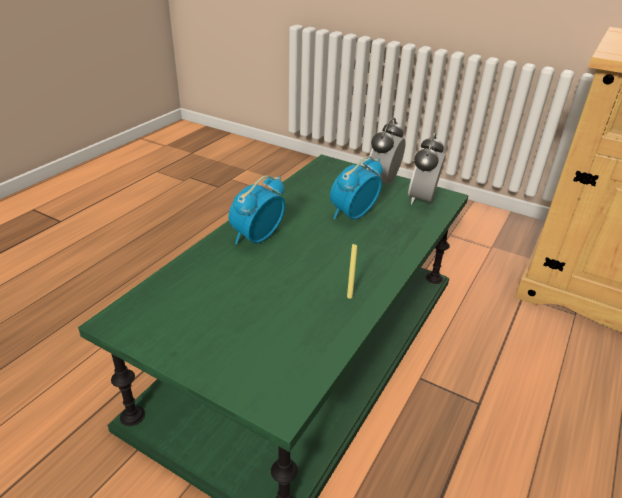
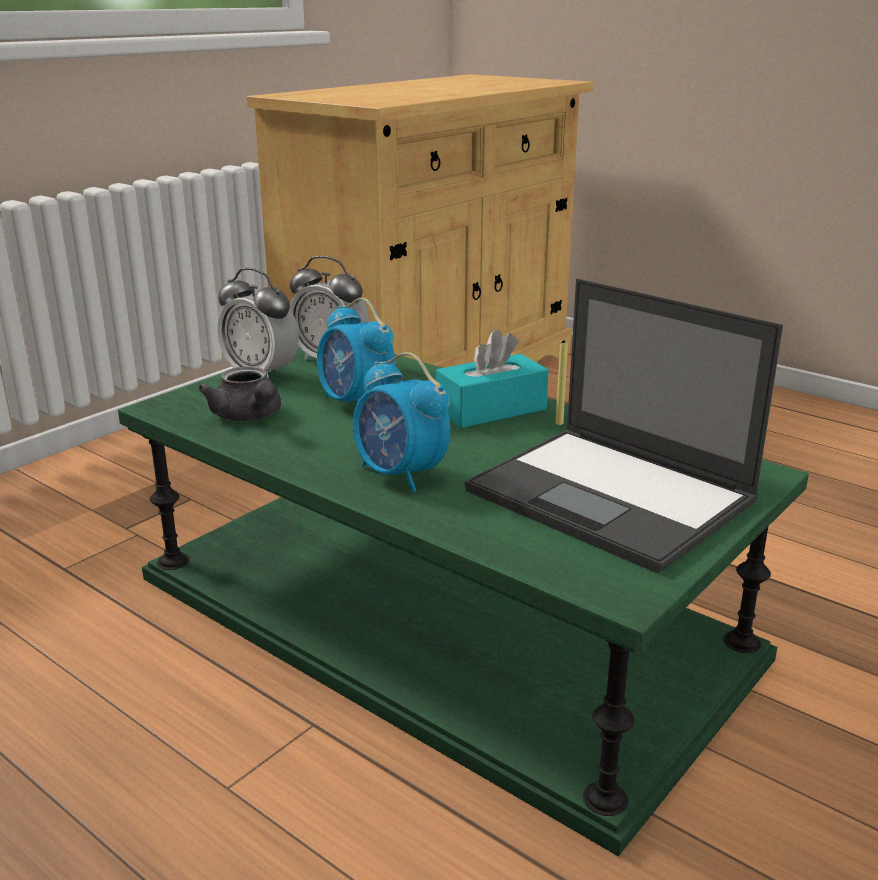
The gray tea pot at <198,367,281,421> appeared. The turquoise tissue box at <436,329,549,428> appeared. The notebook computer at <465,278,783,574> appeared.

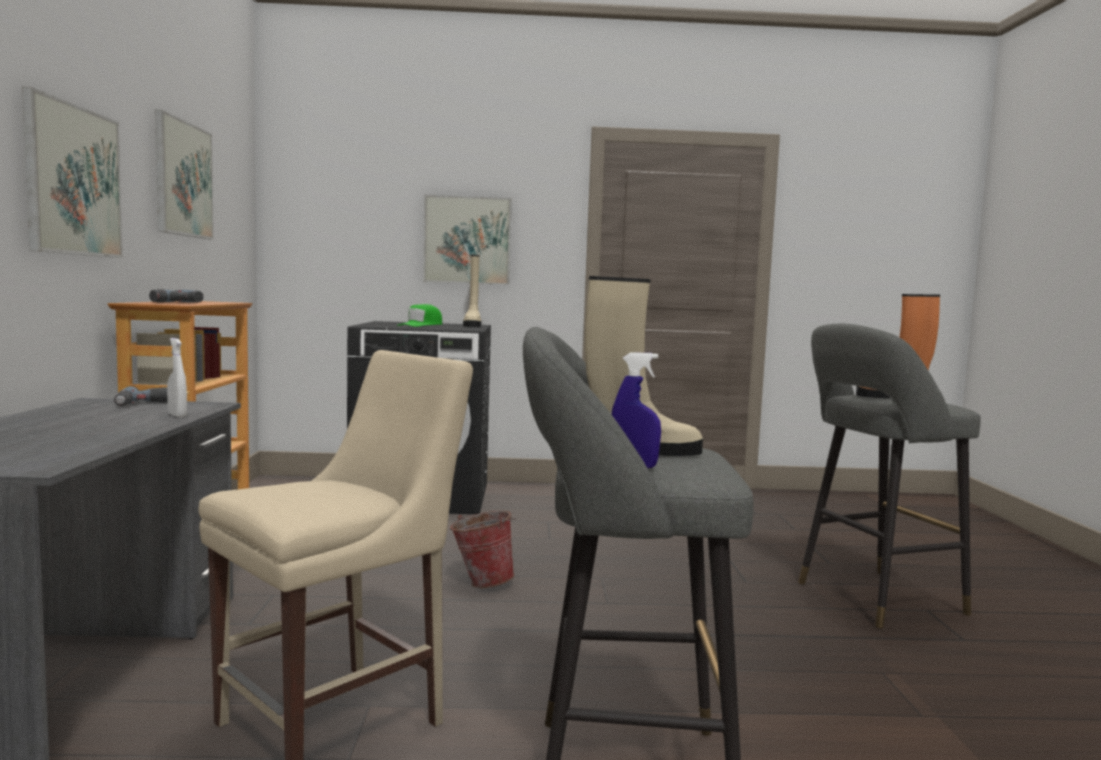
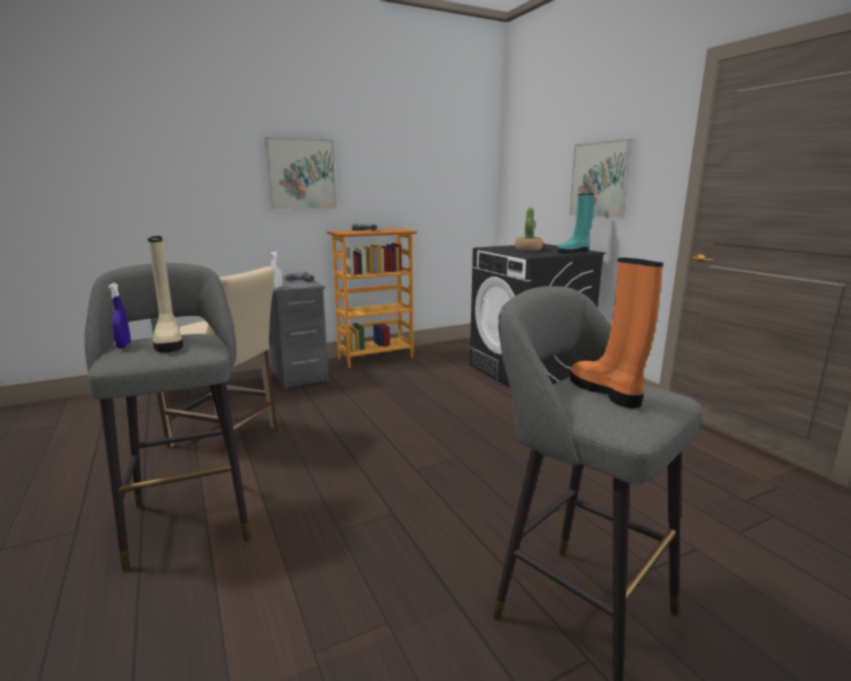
The wall picture at <155,109,214,240> disappeared. The bucket at <450,511,516,588> disappeared. The greenish peaked cap at <397,304,442,327> was replaced by the plant in a pot at <515,208,543,251>. The beige-coloured high-top boot at <463,255,481,327> became the turquoise high-top boot at <557,193,595,254>.

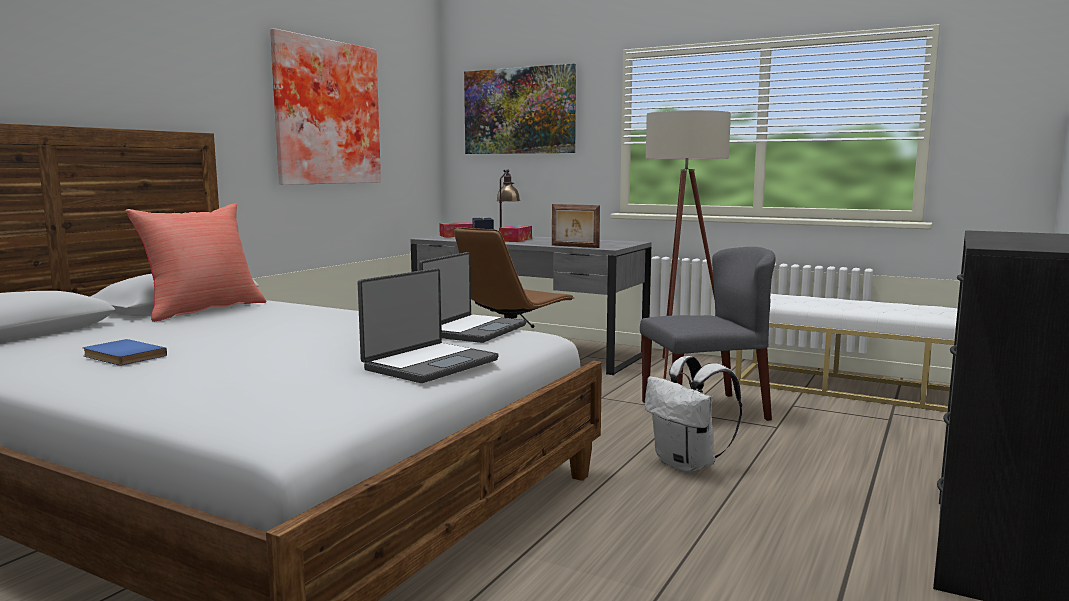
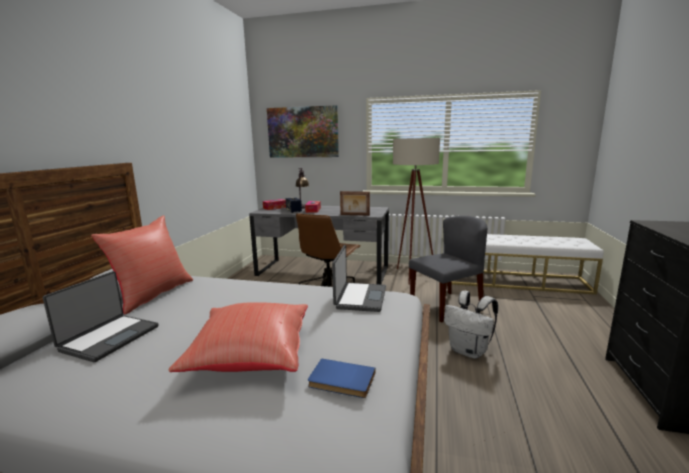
The wall picture at <270,28,381,185> disappeared. The reddish cushion at <169,302,308,372> appeared. The bluish bound book moved from <83,339,167,366> to <308,358,376,398>. The notebook computer moved from <358,268,499,383> to <43,271,159,362>.

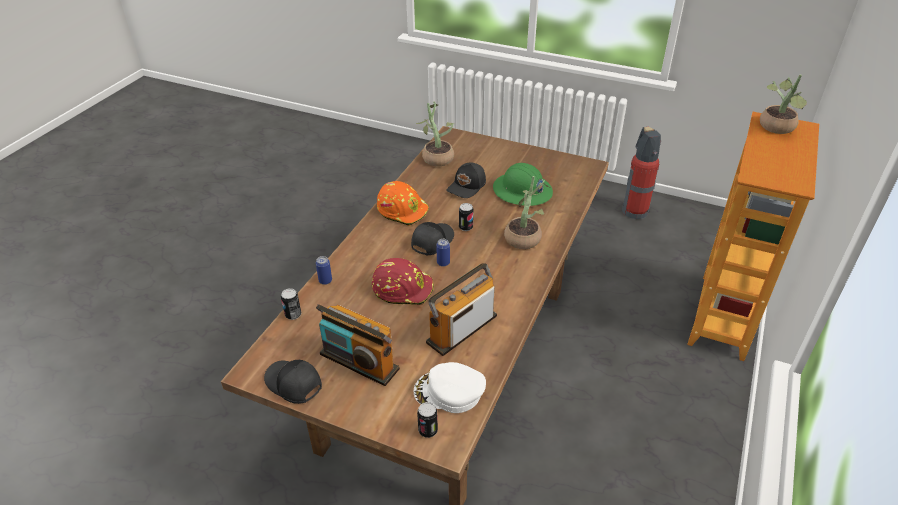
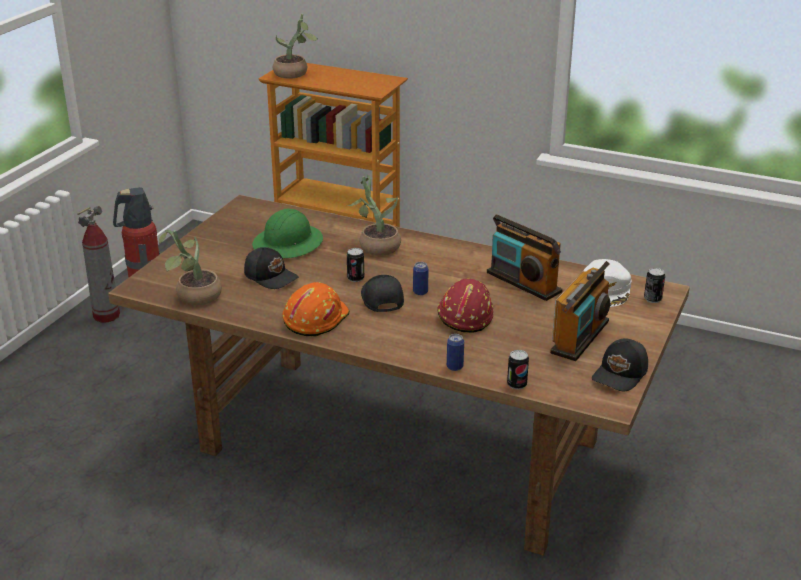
The extinguisher at <77,206,120,323> appeared. The blackish peaked cap at <411,222,454,255> turned 45 degrees clockwise.

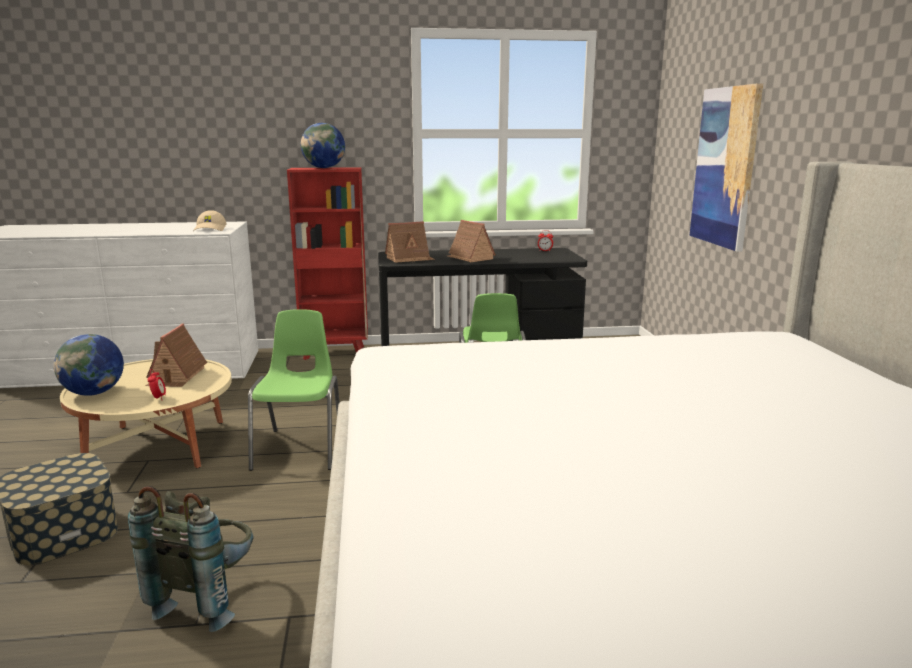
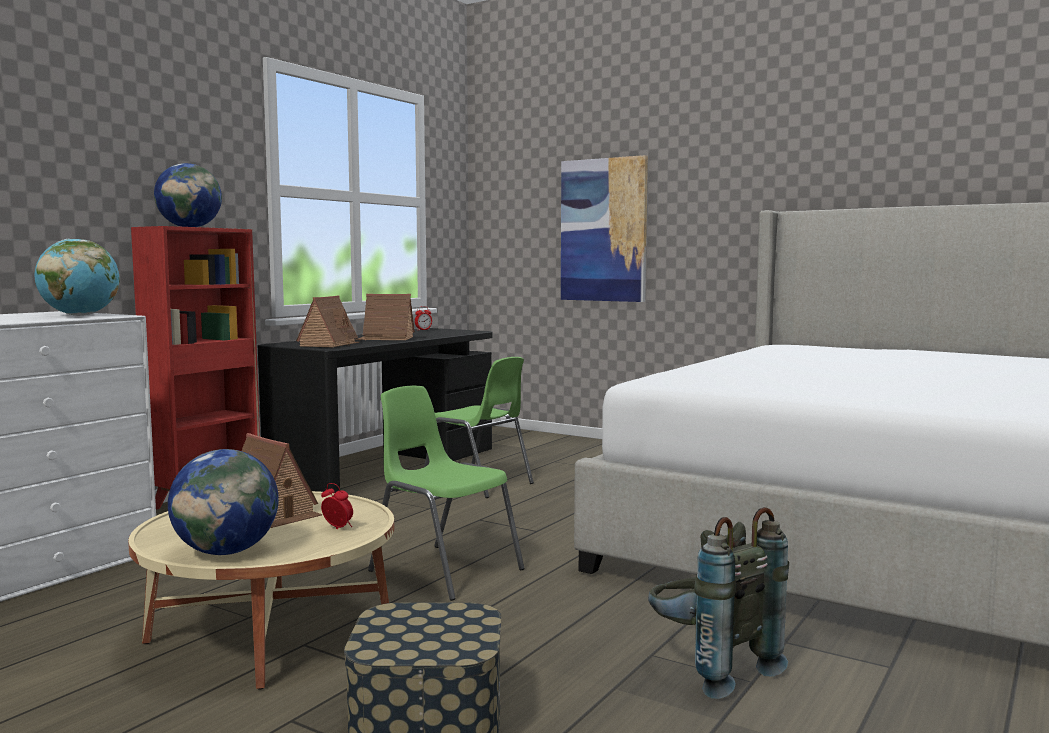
The beige-coloured peaked cap at <193,210,227,231> was replaced by the world globe at <35,239,120,316>.

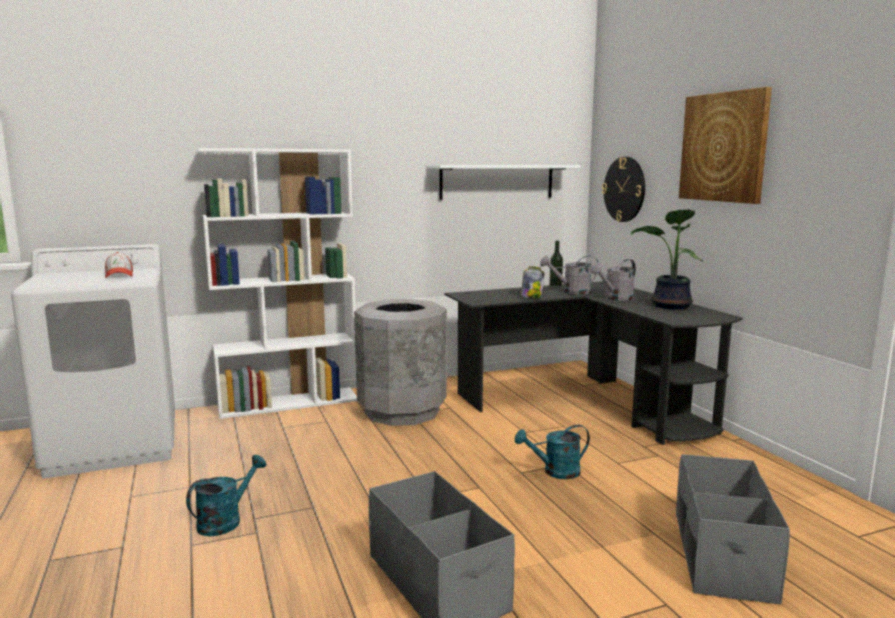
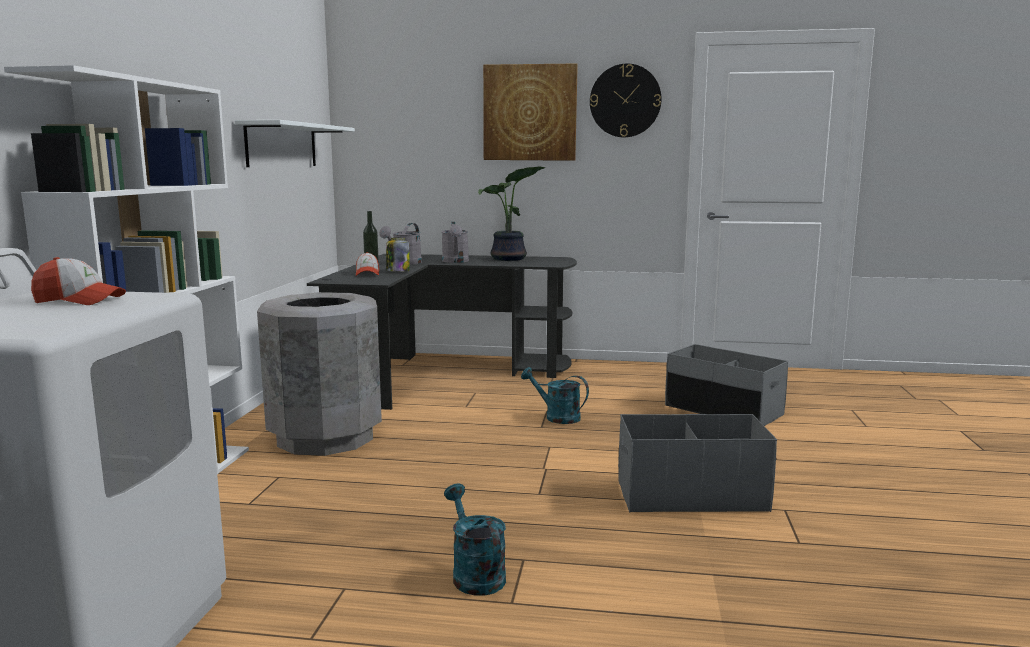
The peaked cap at <356,252,379,276> appeared. The clock on the wall moved from <602,157,645,222> to <590,63,661,137>. The turquoise watering pot at <515,425,590,479> turned 105 degrees clockwise.

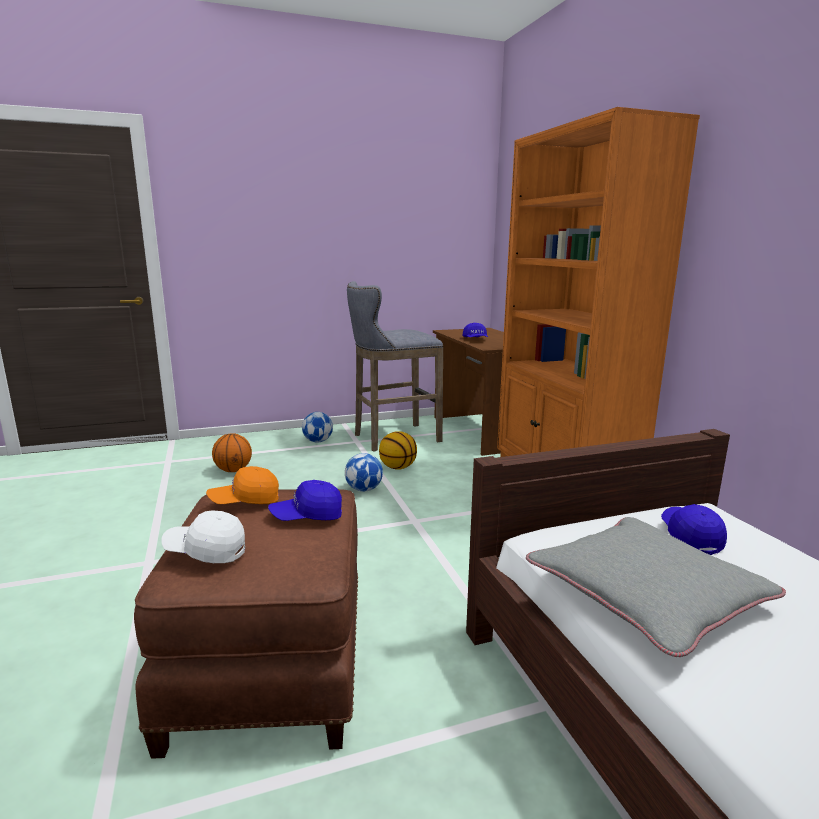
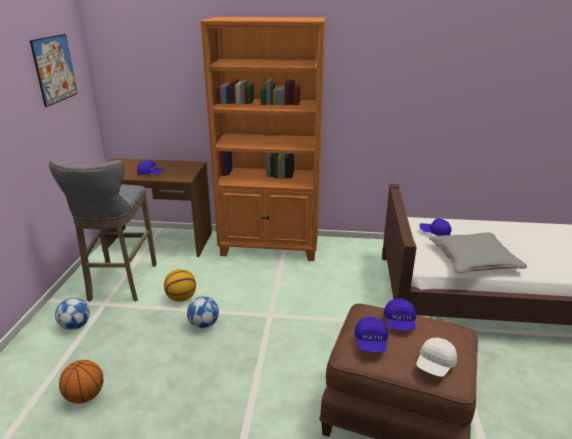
The wall picture at <30,34,77,107> appeared. The orangey peaked cap at <206,466,279,504> became the bluish peaked cap at <354,317,388,352>.

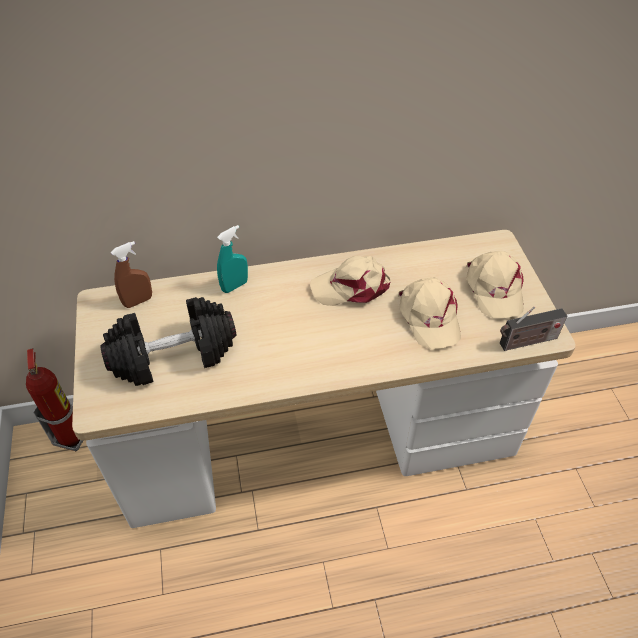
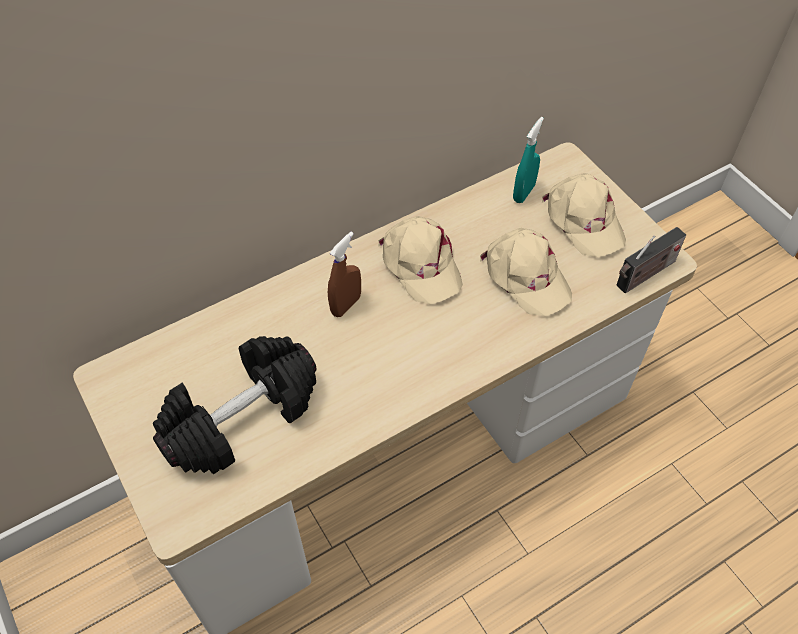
The extinguisher at <26,348,83,451> disappeared. The brownish sprayer moved from <111,241,152,308> to <328,232,361,317>. The turquoise sprayer moved from <217,225,248,293> to <513,117,544,203>. The beige-coloured peaked cap at <310,256,390,306> turned 90 degrees counterclockwise.

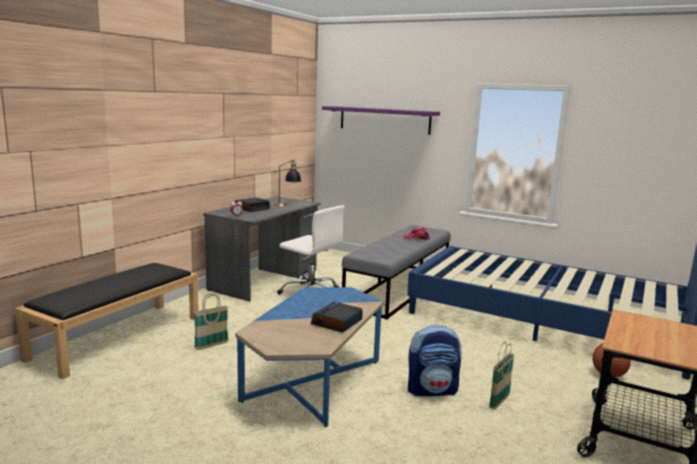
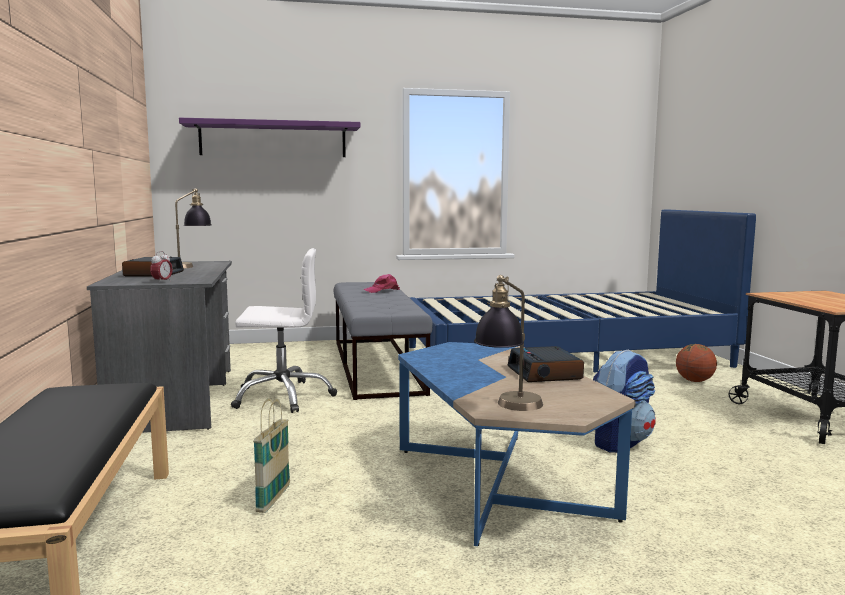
The storage basket at <489,342,514,410> disappeared. The tabletop lamp at <474,275,543,411> appeared.

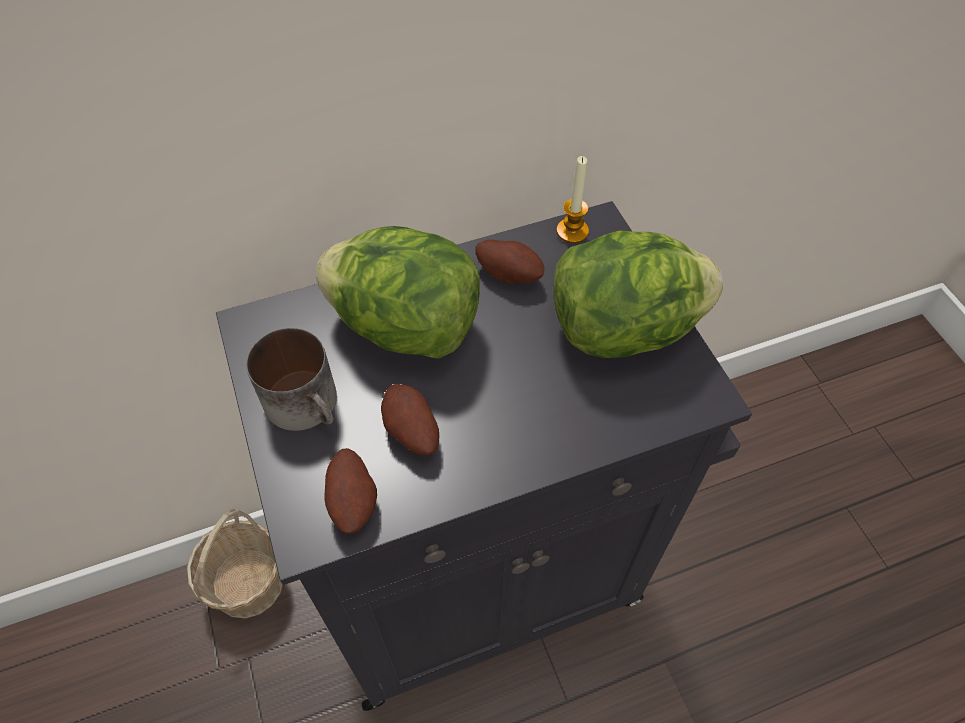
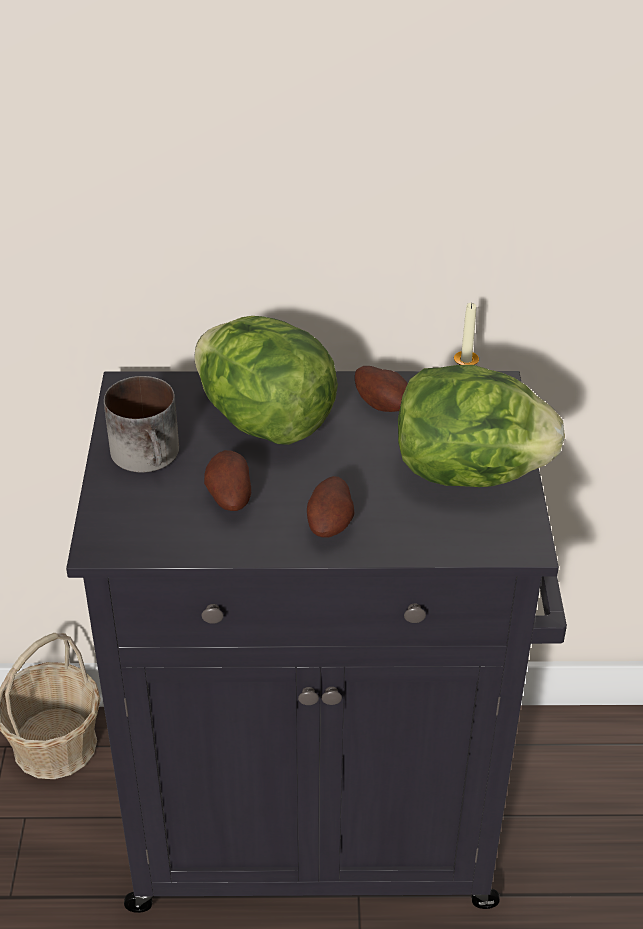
The spud moved from <324,448,377,534> to <307,476,355,538>.

